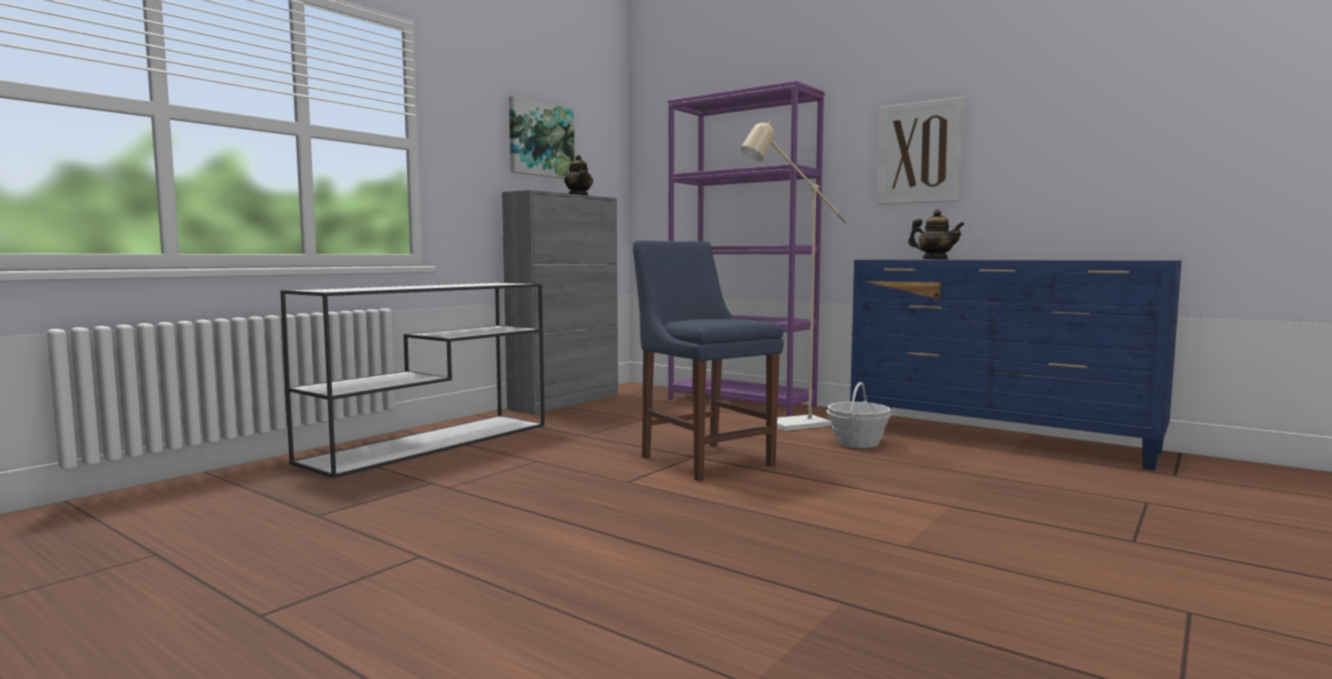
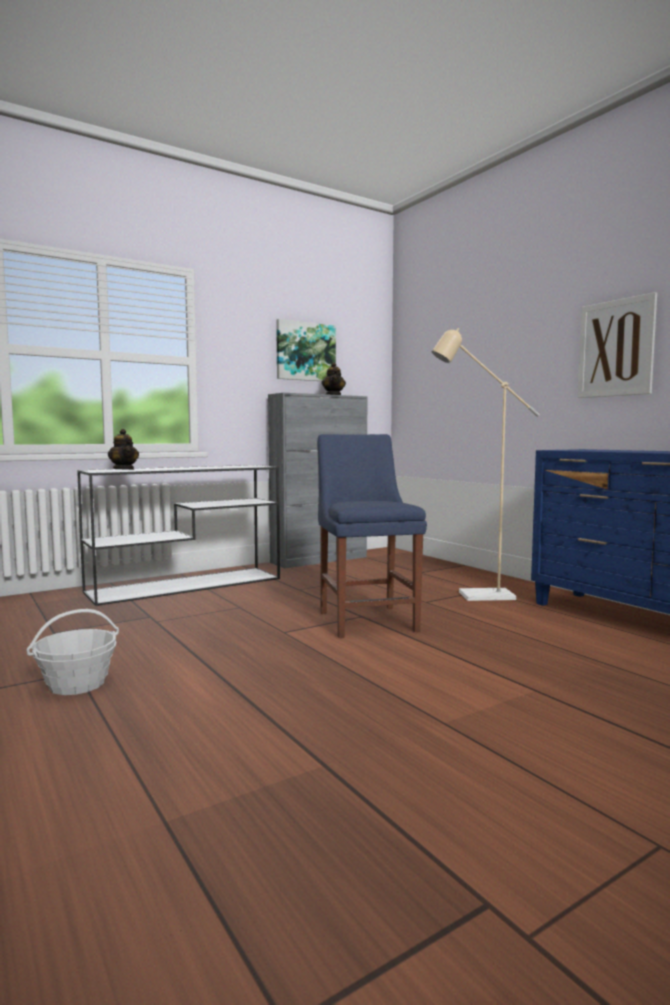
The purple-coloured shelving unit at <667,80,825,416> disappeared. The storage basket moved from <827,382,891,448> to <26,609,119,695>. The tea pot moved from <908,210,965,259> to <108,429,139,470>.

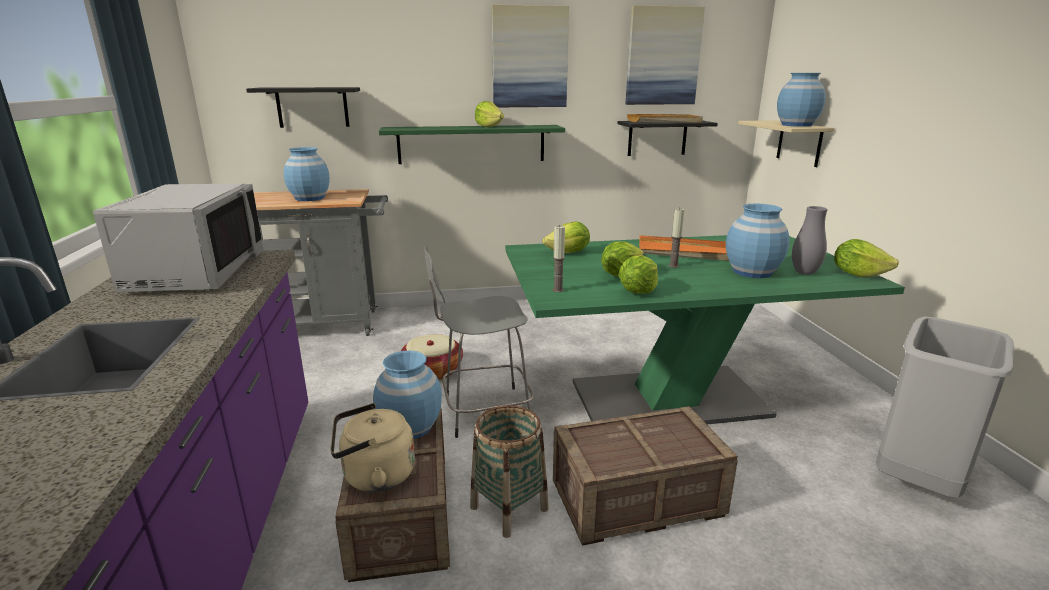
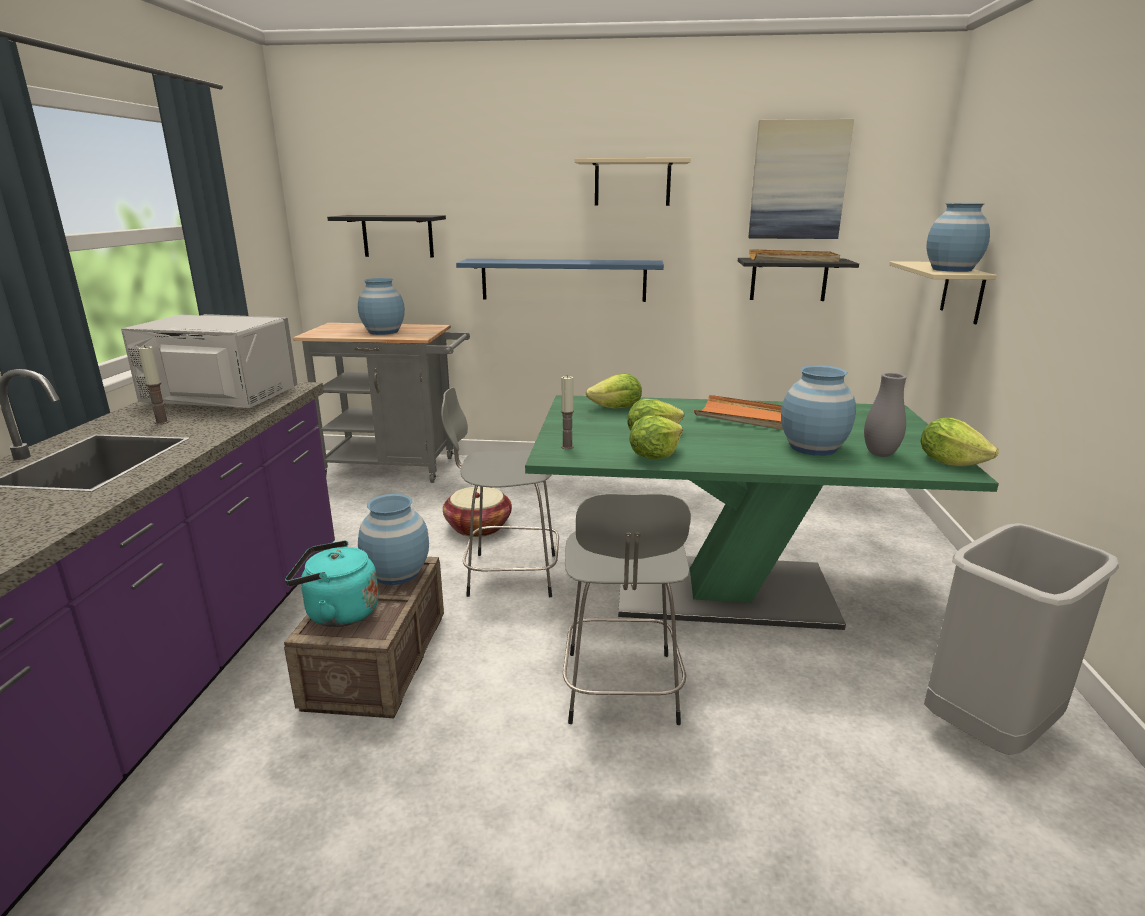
The storage basket at <470,405,549,538> disappeared. The lettuce at <475,101,504,127> disappeared. The wax candle moved from <669,207,684,268> to <138,345,170,425>. The wall picture at <492,4,569,107> was replaced by the beige-coloured shelf at <575,158,691,206>. The shipping crate at <553,406,738,546> was replaced by the gray stool at <563,493,691,725>. The beige-coloured tea kettle at <330,403,415,492> became the turquoise tea kettle at <285,540,379,627>. The greenish shelf at <379,125,565,164> became the bluish shelf at <456,259,664,302>. The gray kitchen microwave at <93,183,264,292> turned 90 degrees counterclockwise.

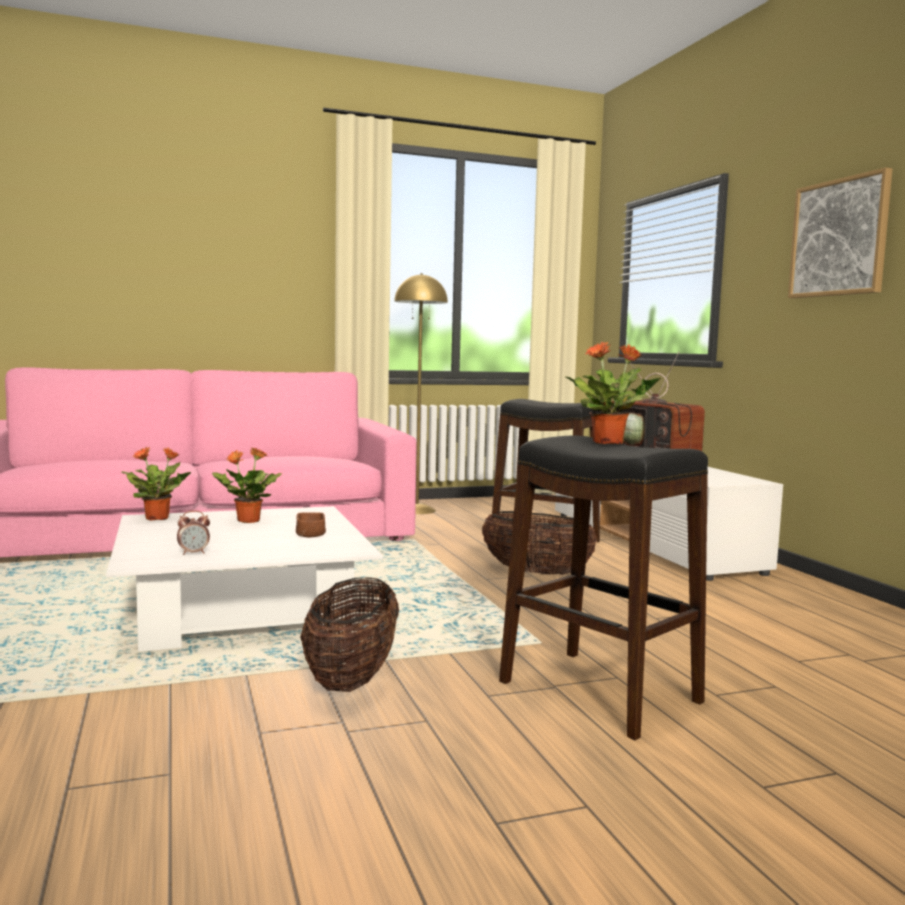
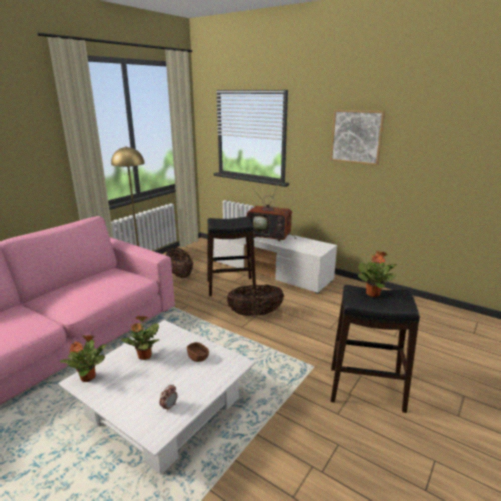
The storage basket moved from <300,577,399,692> to <166,248,193,278>.

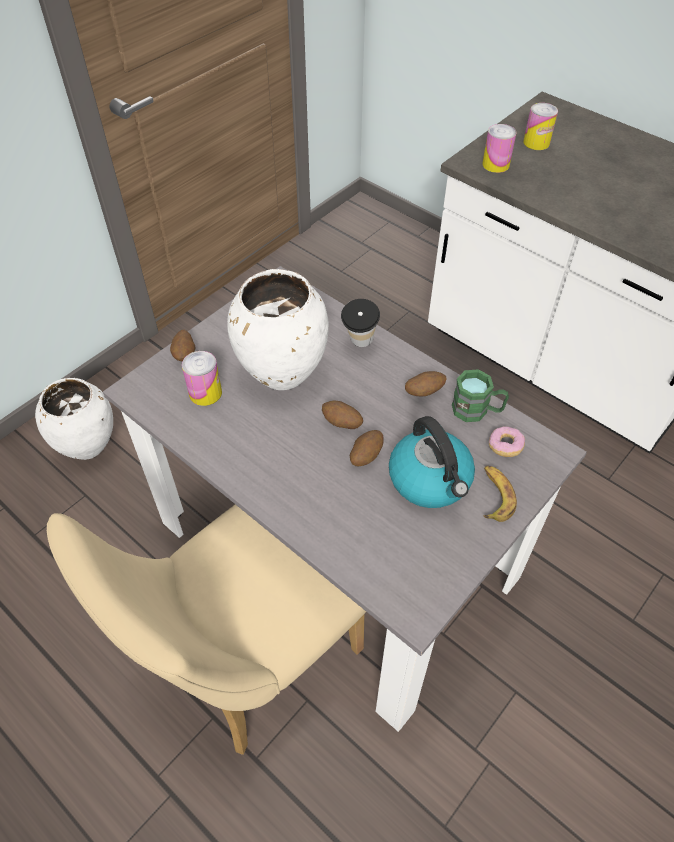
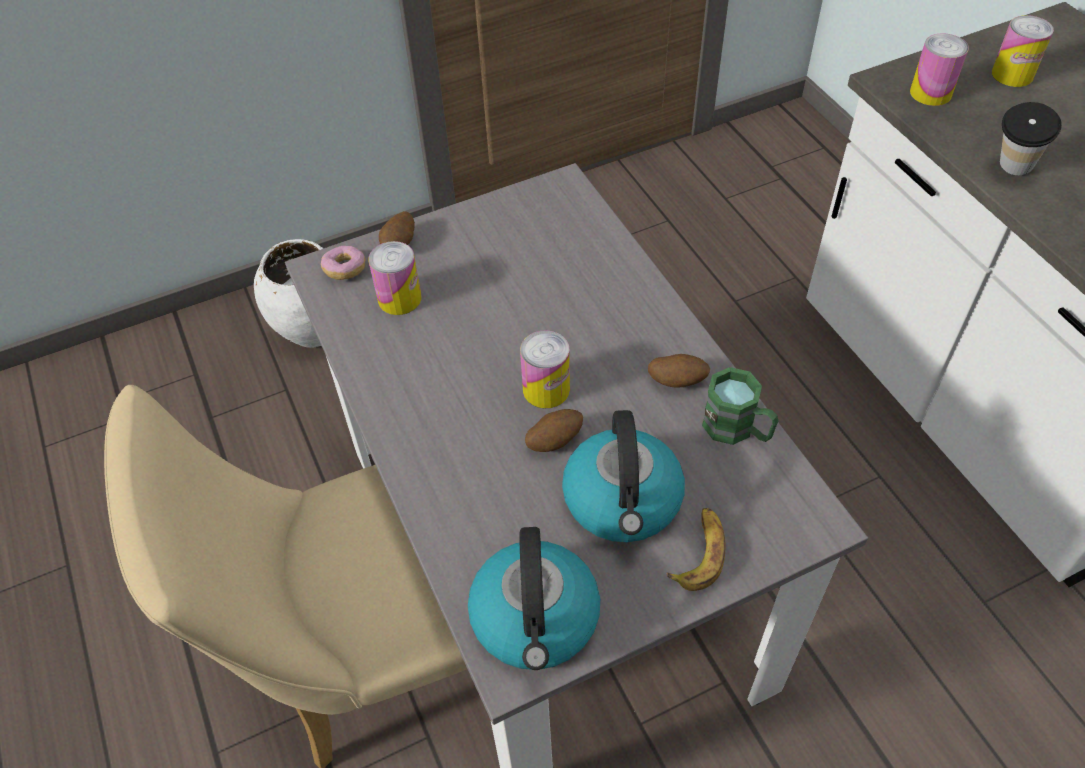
The white decorative vase at <227,269,329,390> disappeared. The tea kettle at <468,527,600,670> appeared. The small cup moved from <341,299,380,347> to <1000,102,1062,175>. The ring doughnut moved from <489,427,525,457> to <321,246,365,280>. The spud at <322,401,363,429> was replaced by the sealed can at <520,330,570,408>.

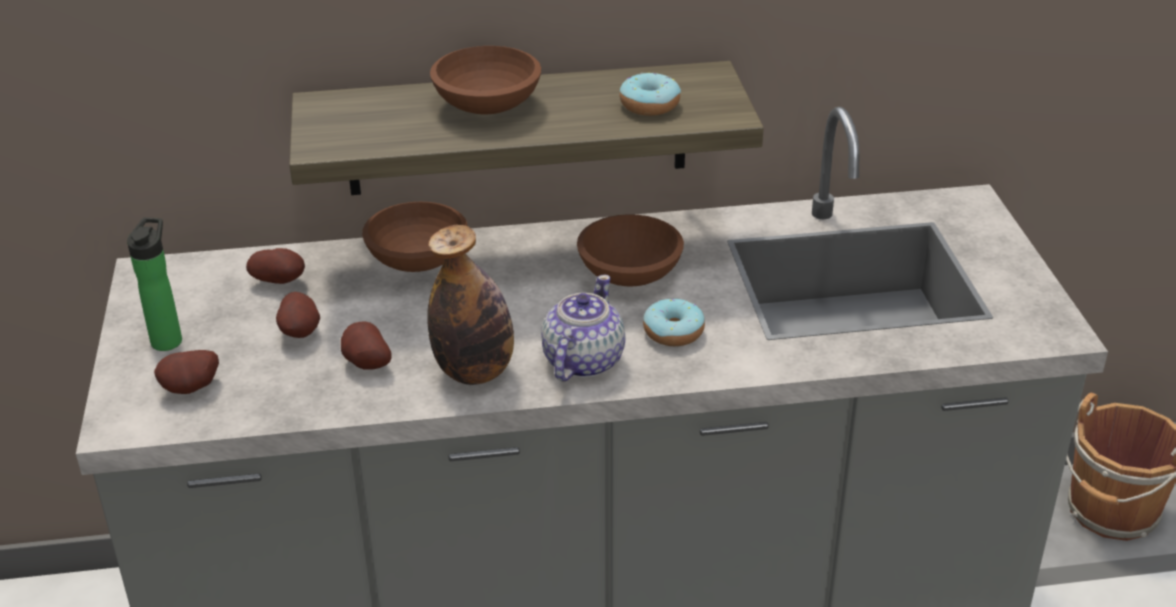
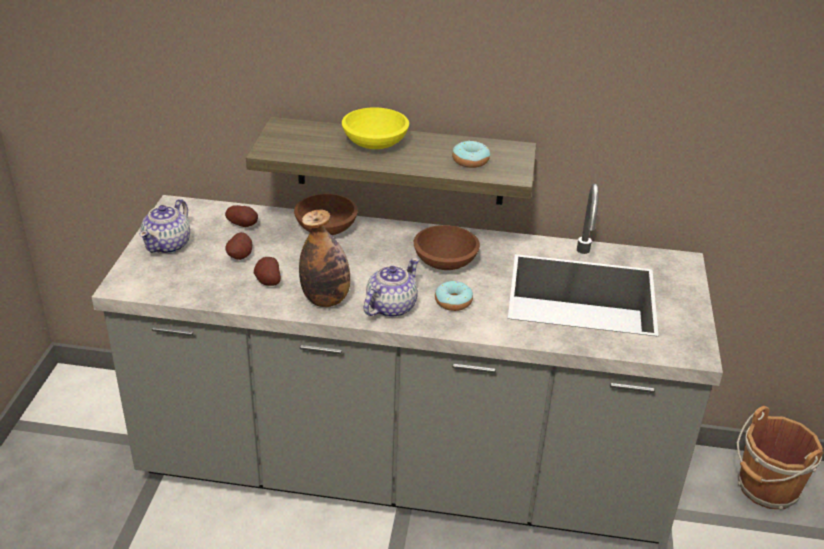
The spud at <154,350,219,394> disappeared. The bottle at <127,217,182,351> was replaced by the tea pot at <140,199,190,254>. The brownish serving bowl at <430,46,541,114> became the yellow-coloured serving bowl at <342,107,409,149>.

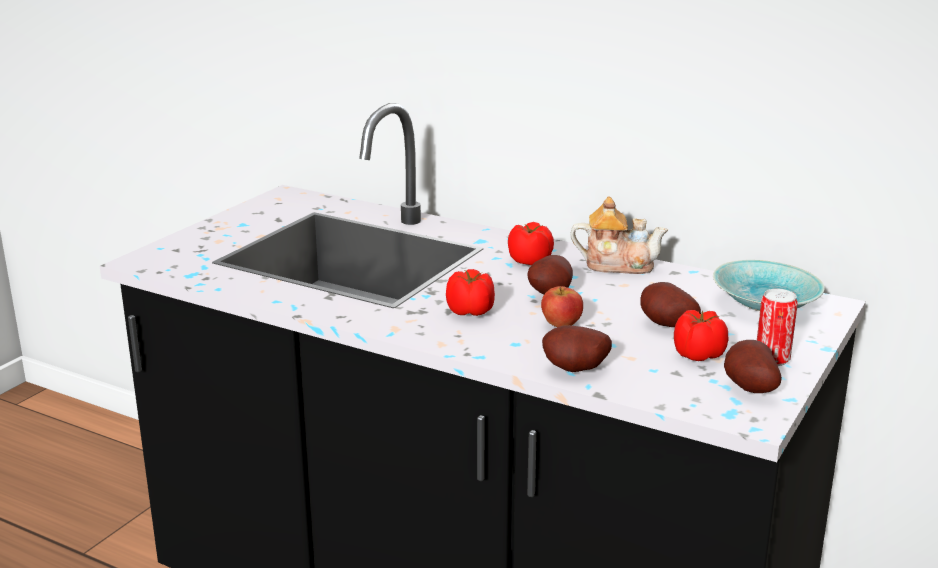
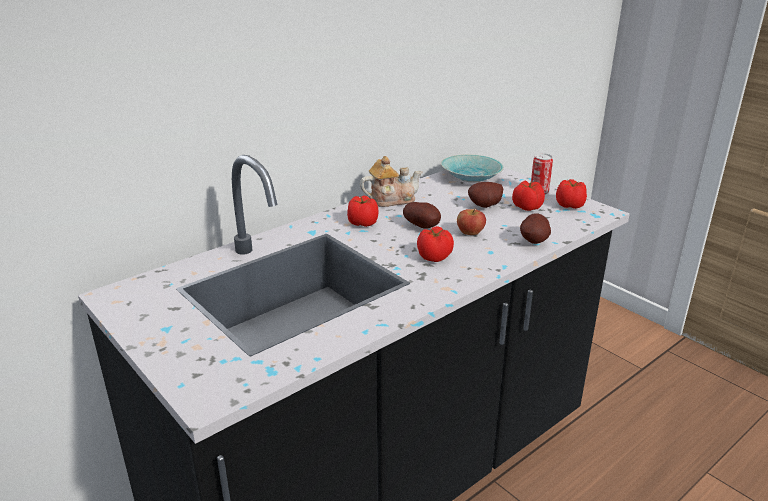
The spud at <724,340,782,393> was replaced by the fresh tomato at <556,179,587,209>. The tea pot at <570,196,668,274> turned 45 degrees clockwise.

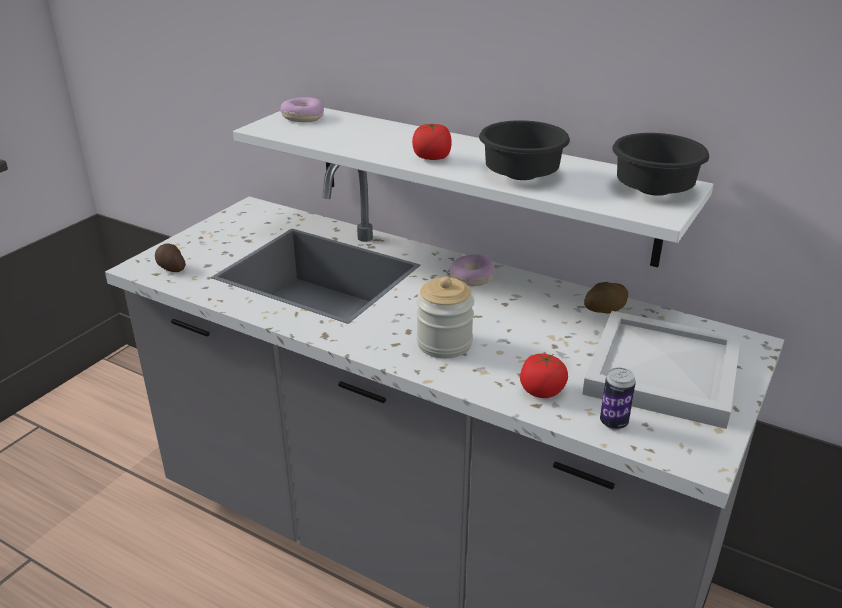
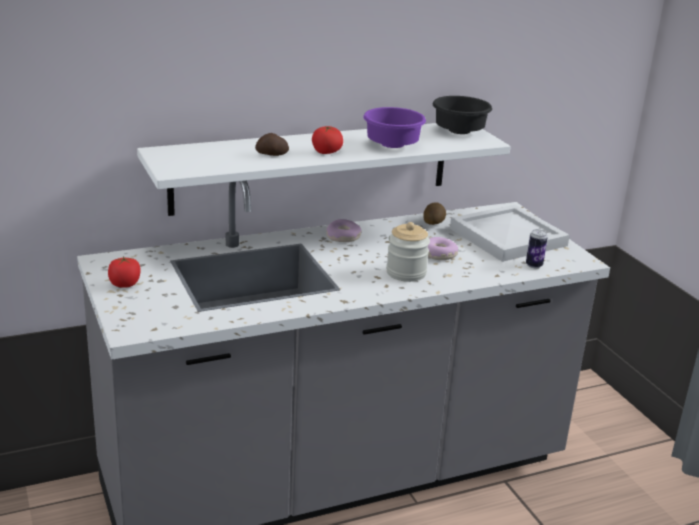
The spud moved from <155,243,186,272> to <255,133,289,156>. The ring doughnut moved from <280,97,324,122> to <428,237,458,260>. The fresh tomato moved from <520,354,568,398> to <108,257,141,288>. The blackish serving bowl at <479,120,570,180> became the purple-coloured serving bowl at <363,107,426,148>.

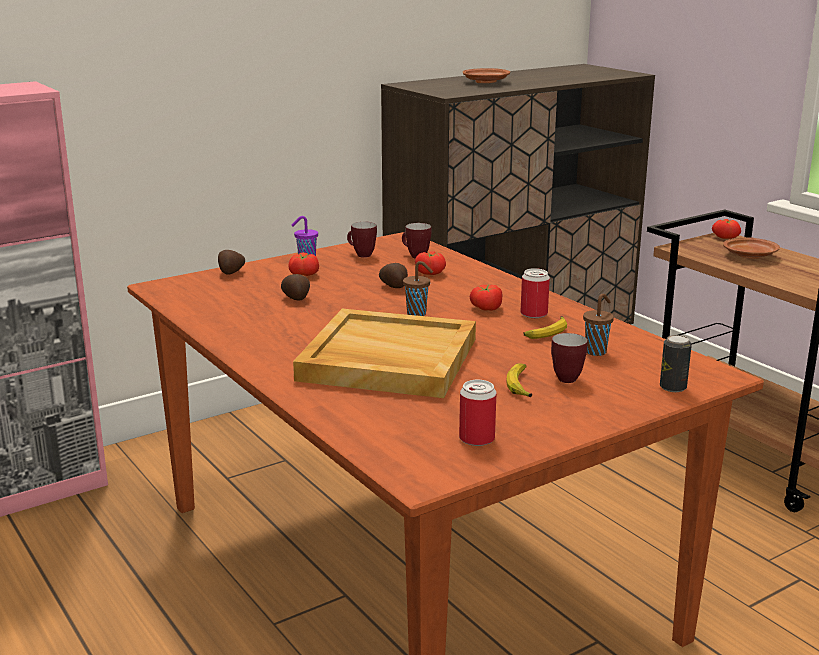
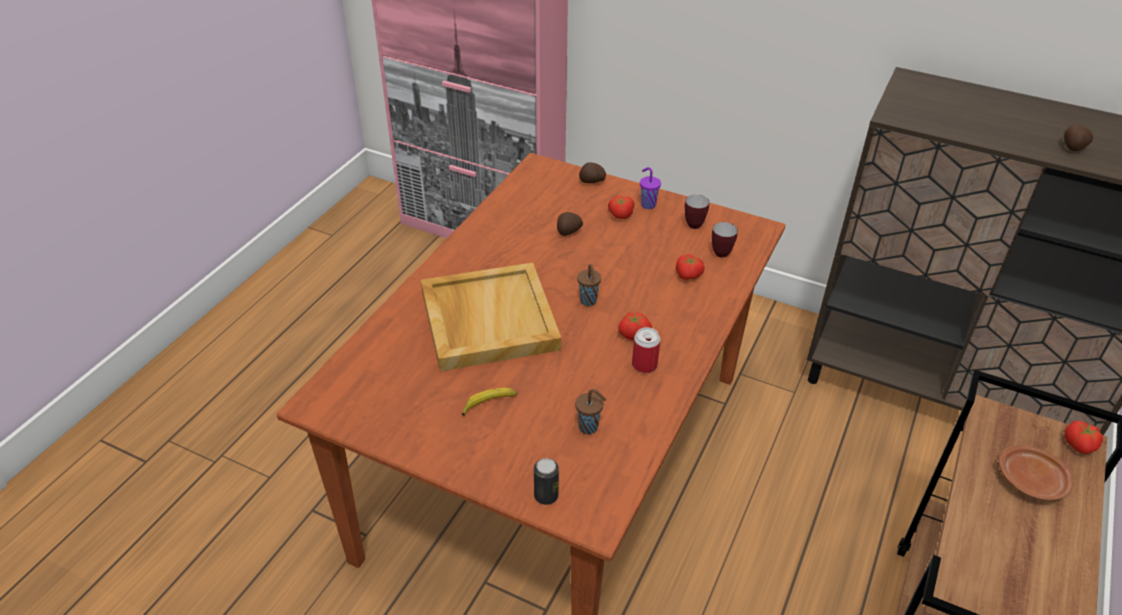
The sealed can at <459,380,497,446> disappeared. The brownish flat dish at <463,68,510,83> disappeared. The banana at <524,316,567,339> disappeared. The mug at <551,333,588,383> disappeared. The spud moved from <379,263,408,288> to <1064,124,1093,152>.

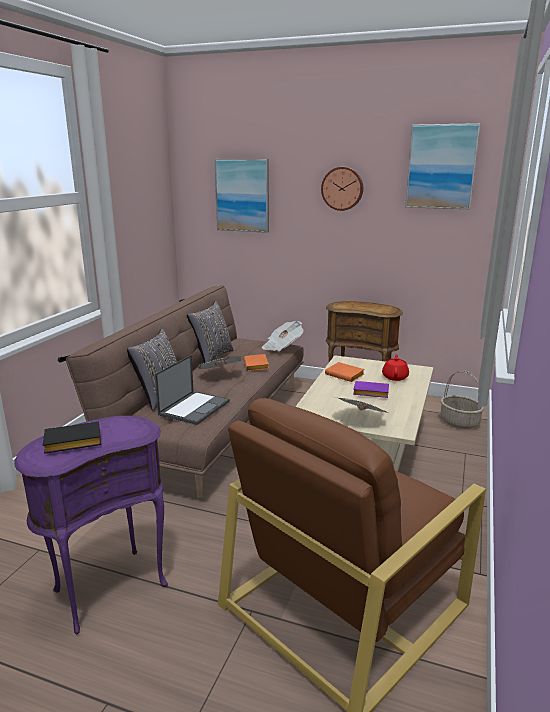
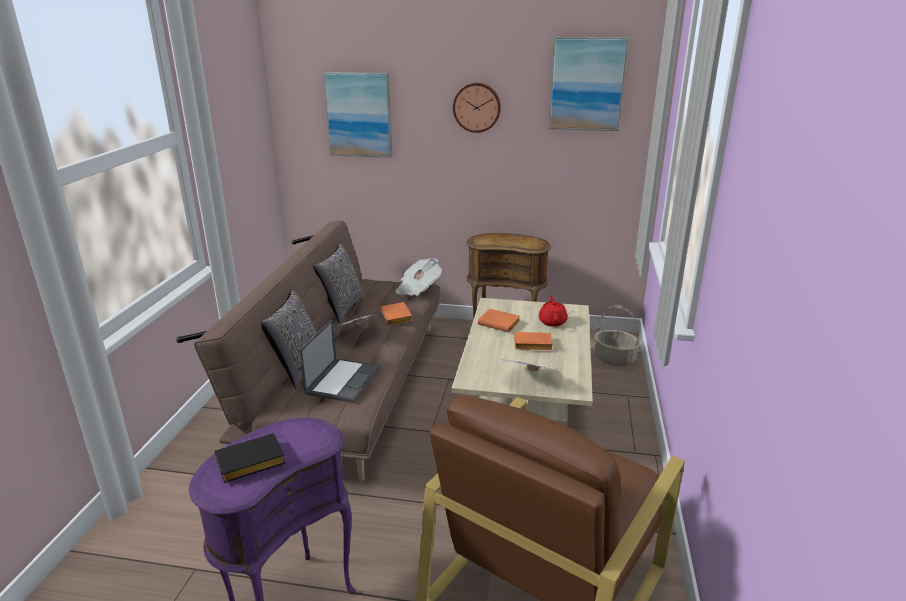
The purple-coloured bound book at <353,381,389,398> became the orangey bound book at <514,332,553,350>.

